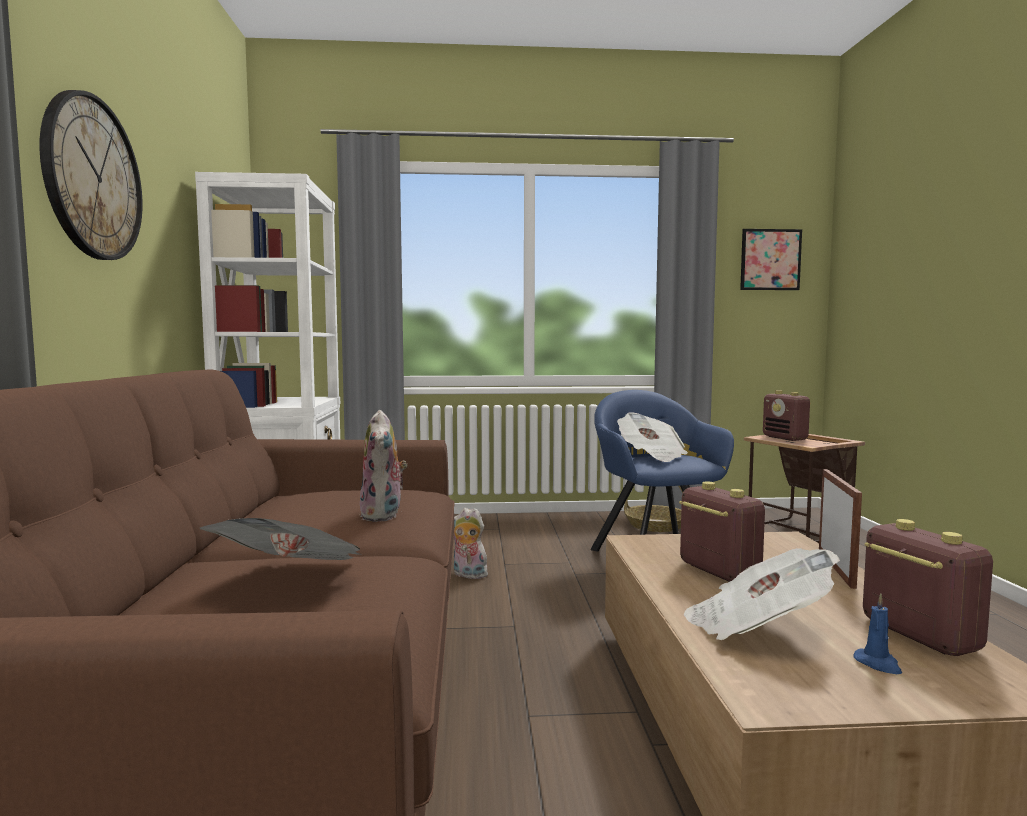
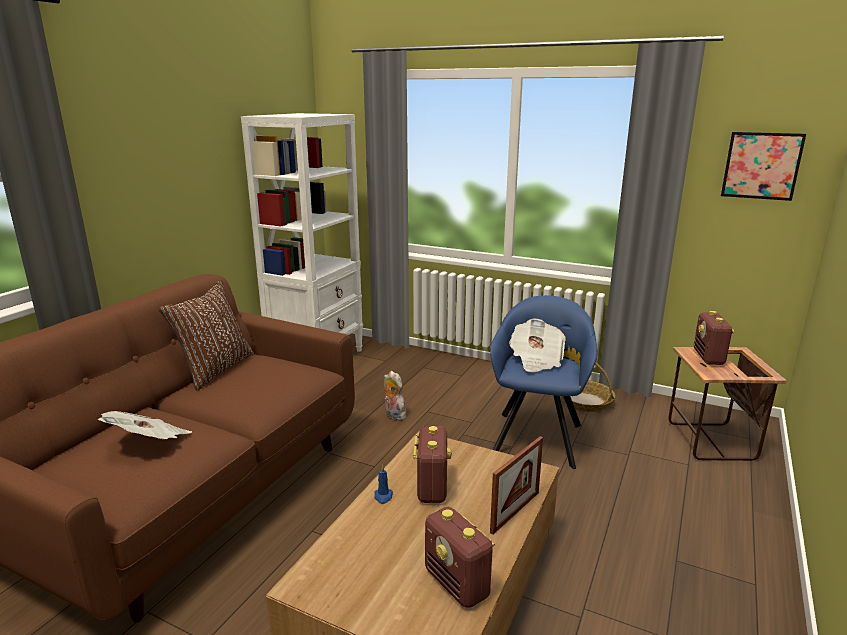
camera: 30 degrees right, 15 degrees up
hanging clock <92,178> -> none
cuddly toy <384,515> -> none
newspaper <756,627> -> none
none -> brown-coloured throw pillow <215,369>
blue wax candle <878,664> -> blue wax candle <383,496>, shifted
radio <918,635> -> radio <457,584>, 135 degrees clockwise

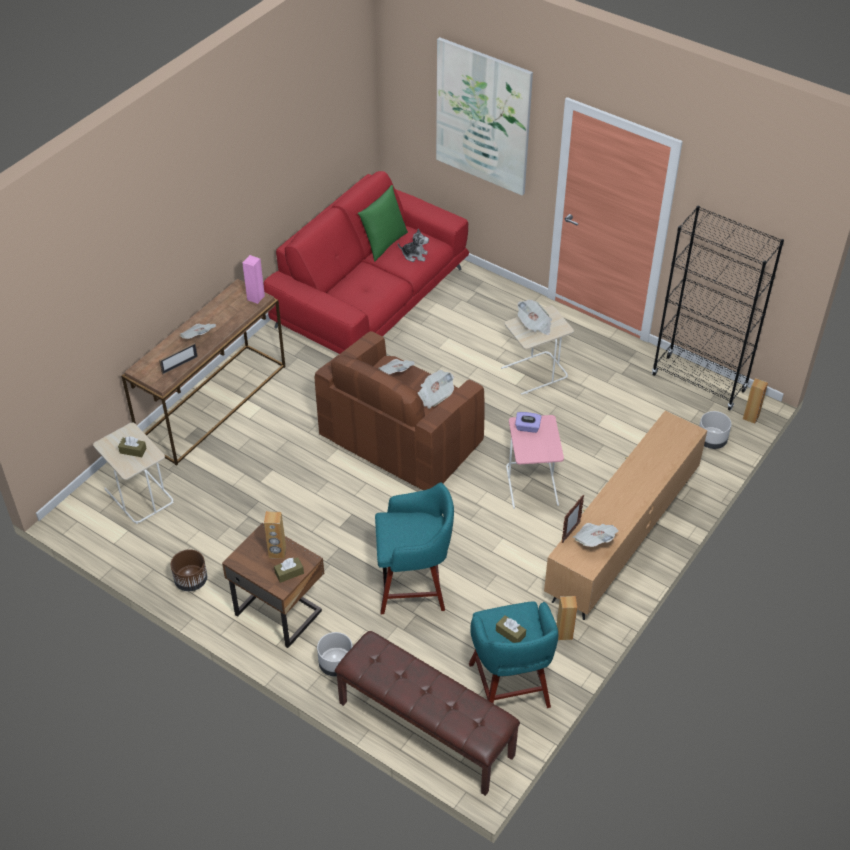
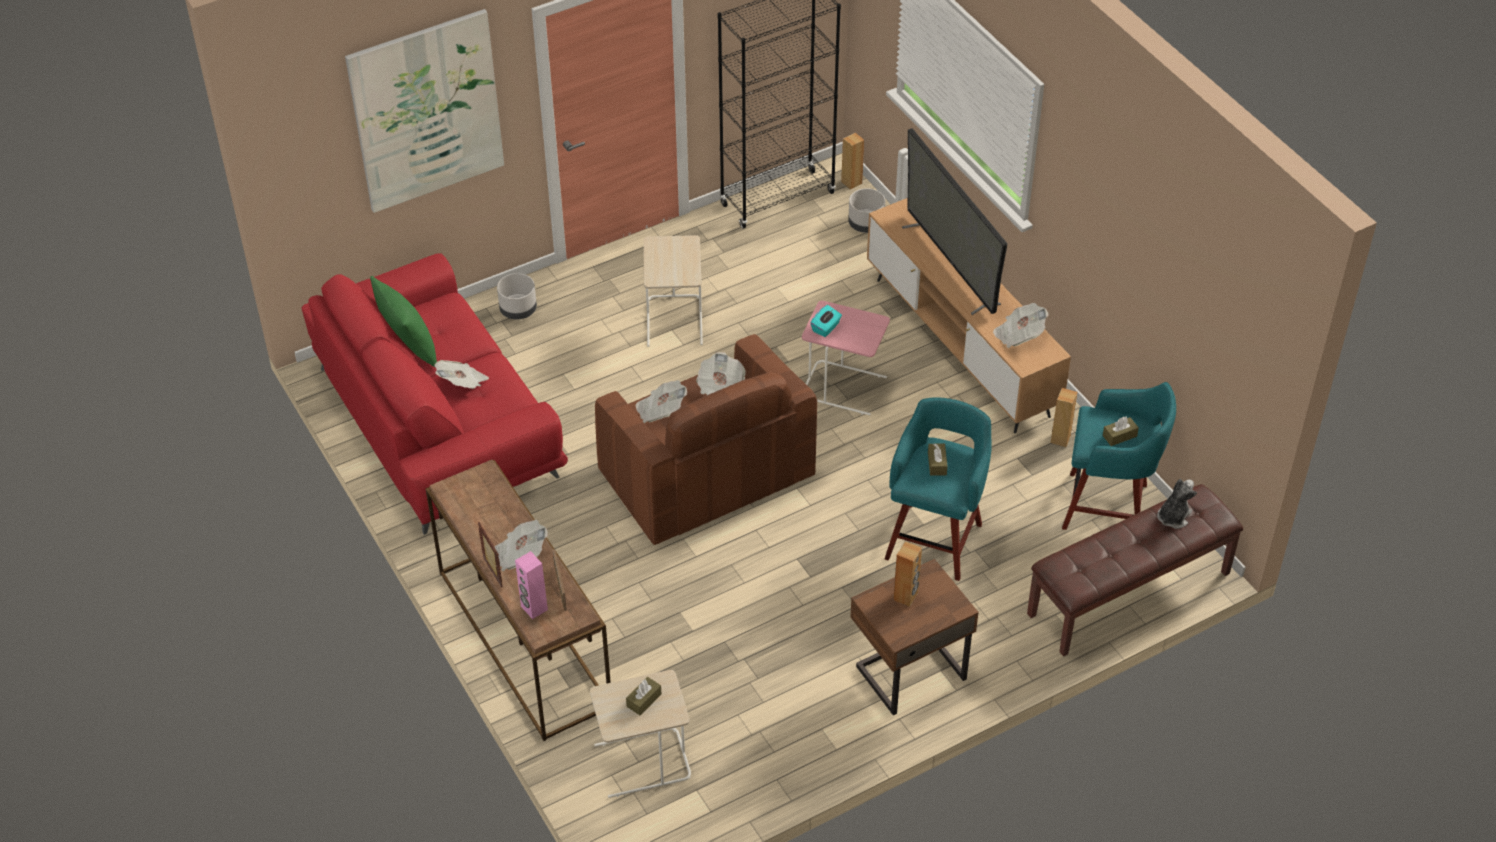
camera: 65 degrees left, 0 degrees up
brown-coloured flower pot <191,581> -> none
none -> TV <950,264>
pinkish loudspeaker <255,297> -> pinkish loudspeaker <534,608>, shifted
brown-coloured box of tissues <289,573> -> brown-coloured box of tissues <937,464>, shifted
greyish flower pot <336,664> -> greyish flower pot <518,310>, shifted
cuddly toy <414,255> -> cuddly toy <1173,517>, shifted
newspaper <534,325> -> newspaper <463,383>, shifted
standing frame <570,533> -> standing frame <492,573>, shifted
purple box of tissues <527,427> -> blue-green box of tissues <826,328>

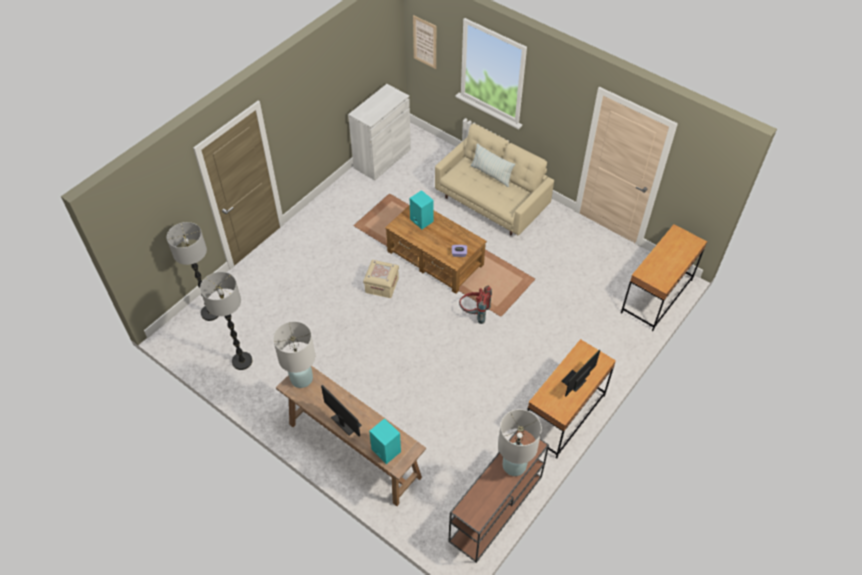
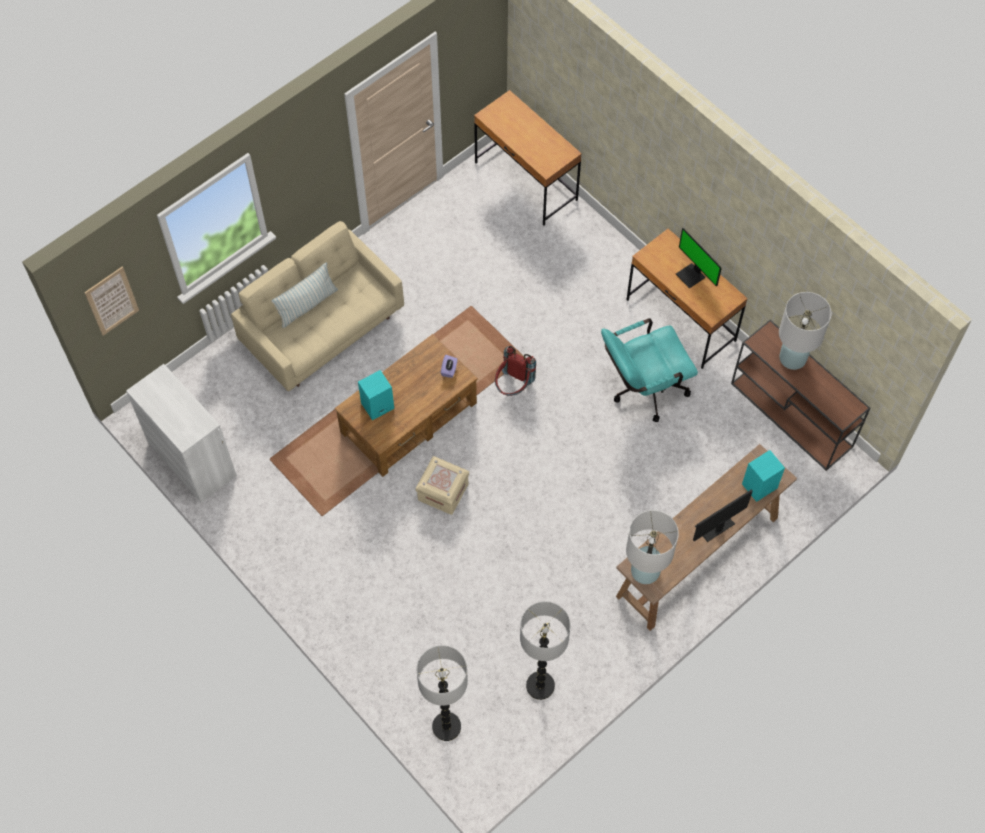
camera: 80 degrees left, 10 degrees up
none -> blue-green computer chair <643,389>

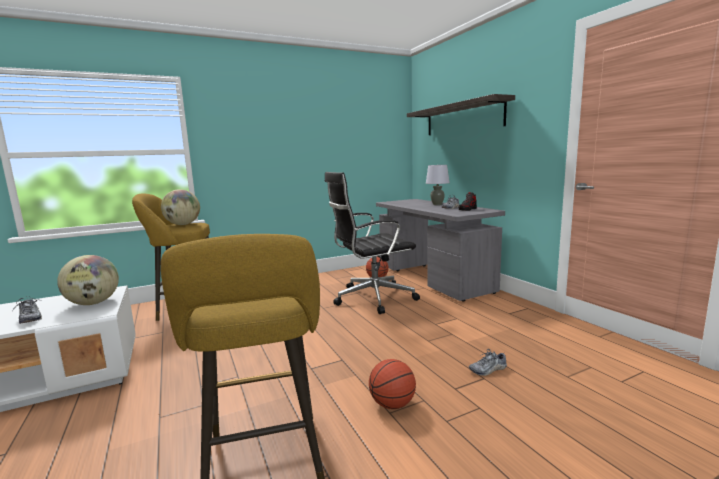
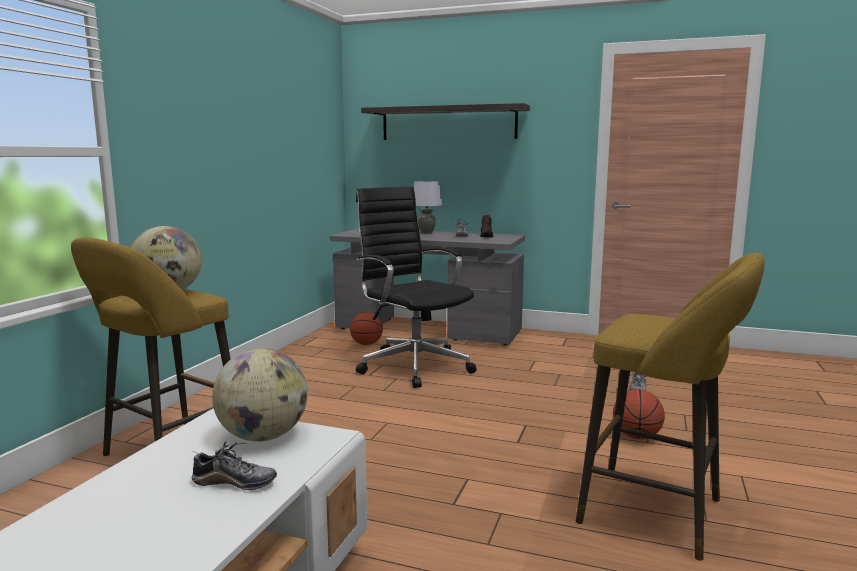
camera: 45 degrees left, 0 degrees up
black-coloured computer chair <372,298> -> black-coloured computer chair <414,365>, 120 degrees clockwise

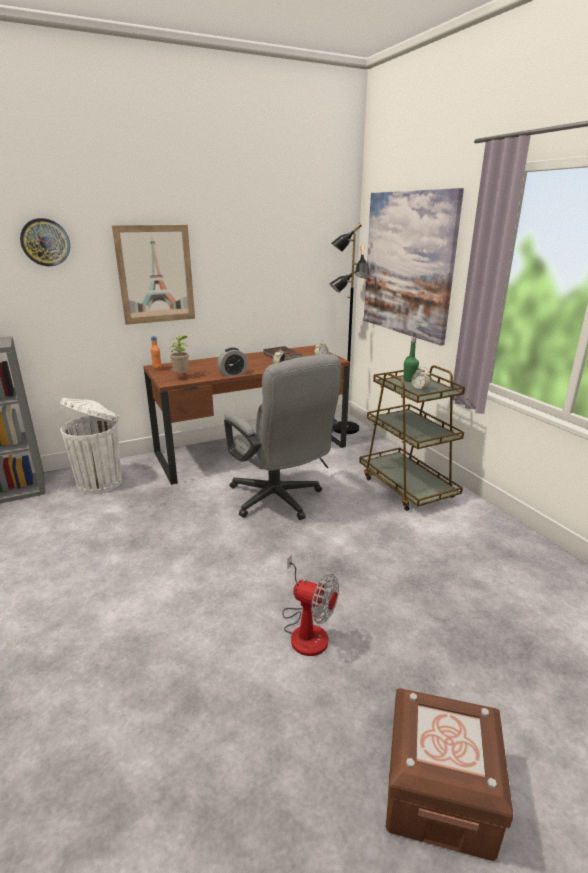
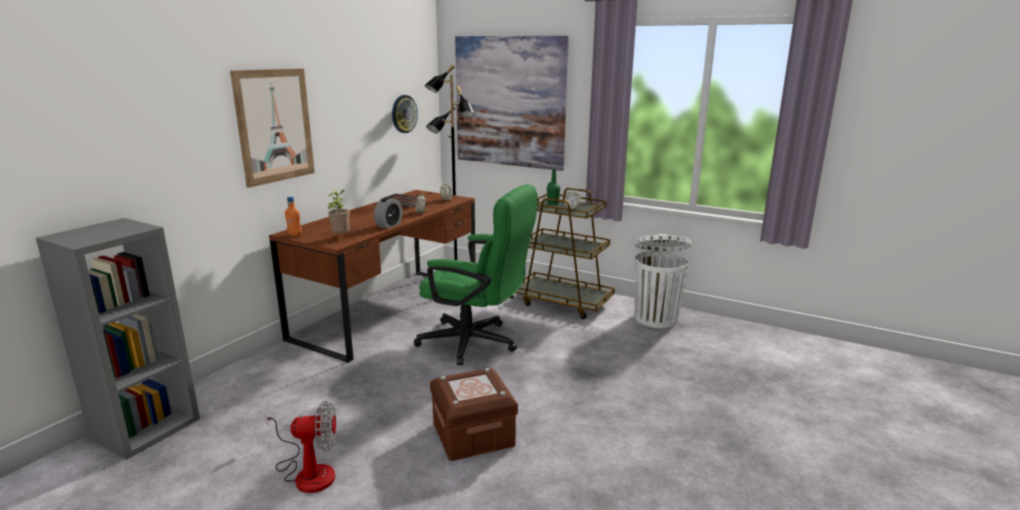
camera: 35 degrees left, 5 degrees down
hanging clock <45,242> -> hanging clock <404,114>, shifted
white waste bin <101,482> -> white waste bin <655,318>, shifted
cooling fan <306,629> -> cooling fan <308,472>, shifted
brown-coloured storage container <439,792> -> brown-coloured storage container <473,434>, shifted
greyish computer chair <280,501> -> green-coloured computer chair <476,343>

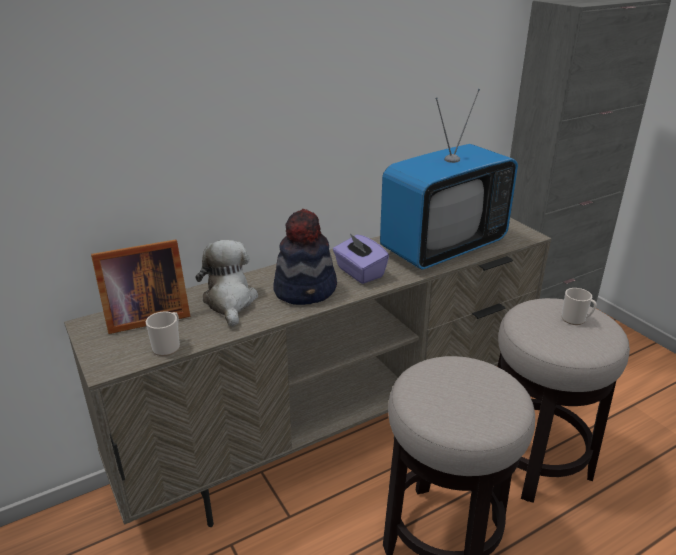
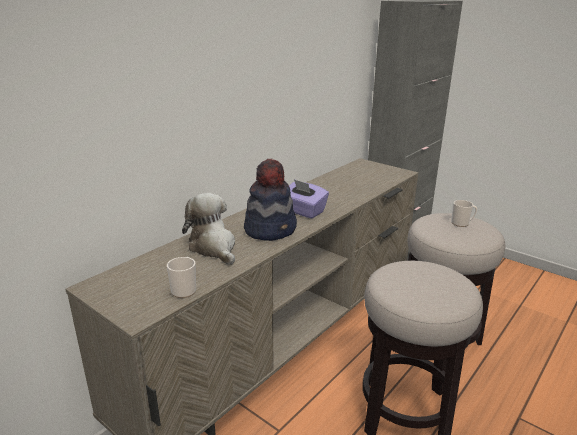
camera: 20 degrees left, 5 degrees down
standing frame <144,316> -> none
TV <443,248> -> none

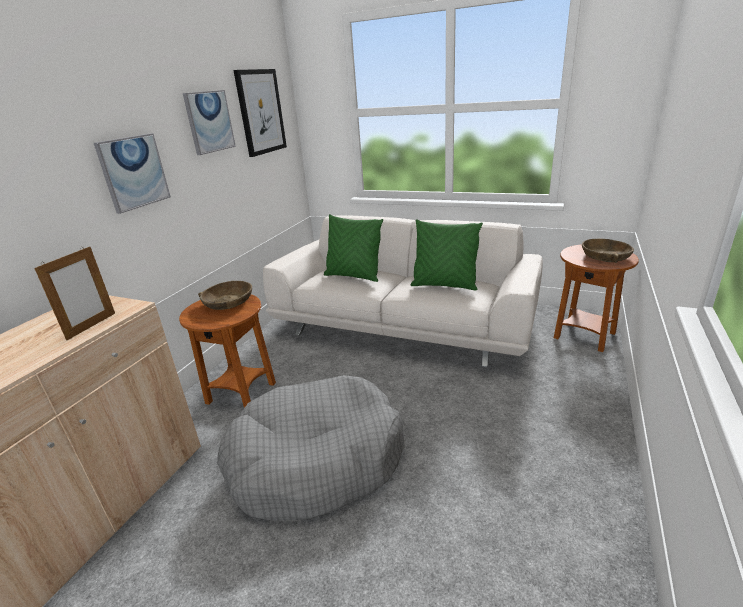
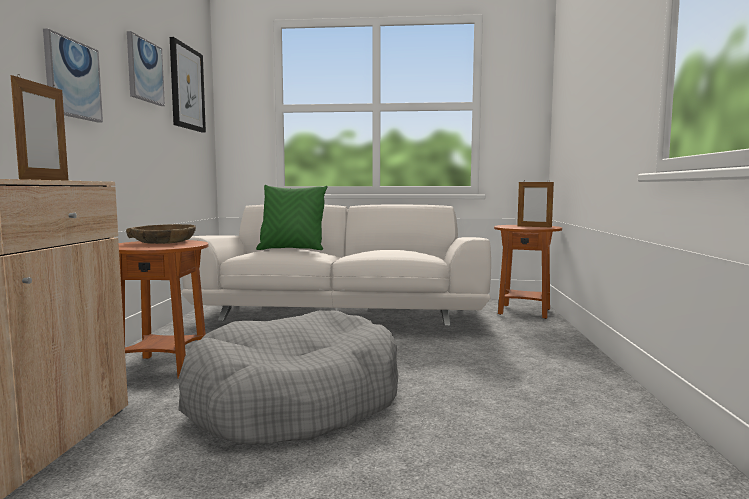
camera: 20 degrees left, 20 degrees down
green-coloured throw pillow <444,285> -> none
brown-coloured serving bowl <605,257> -> standing frame <534,226>

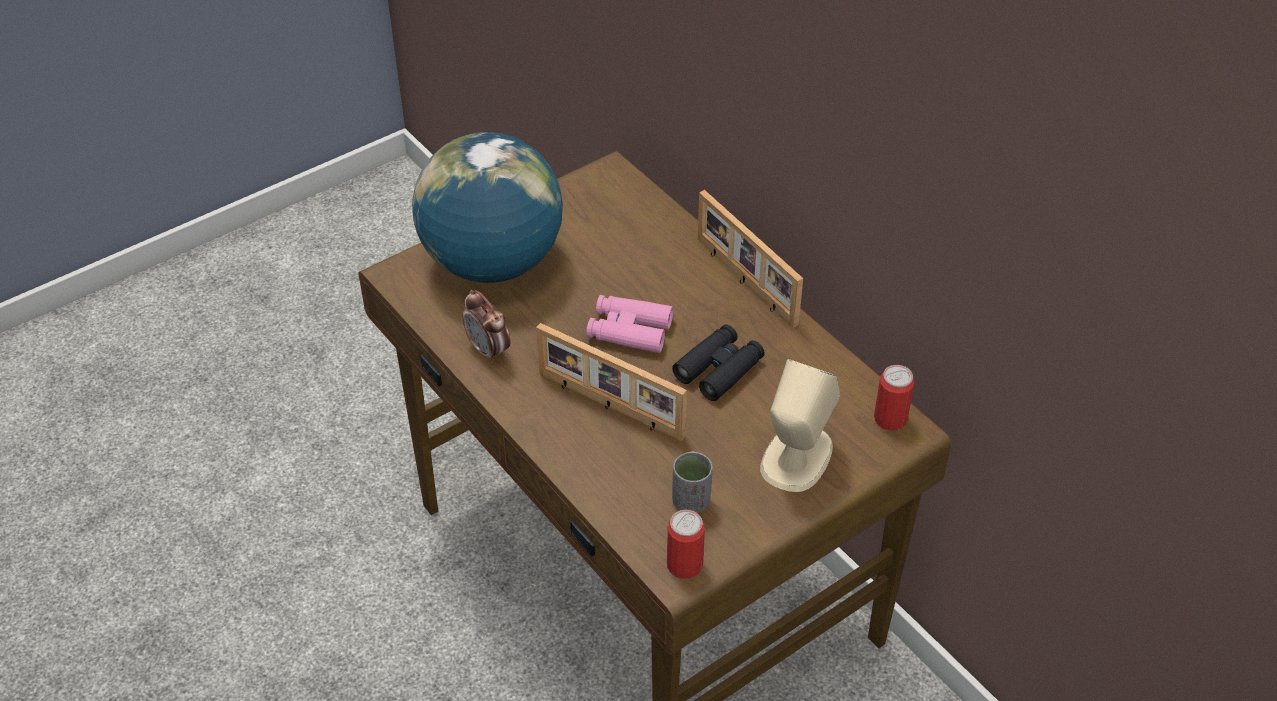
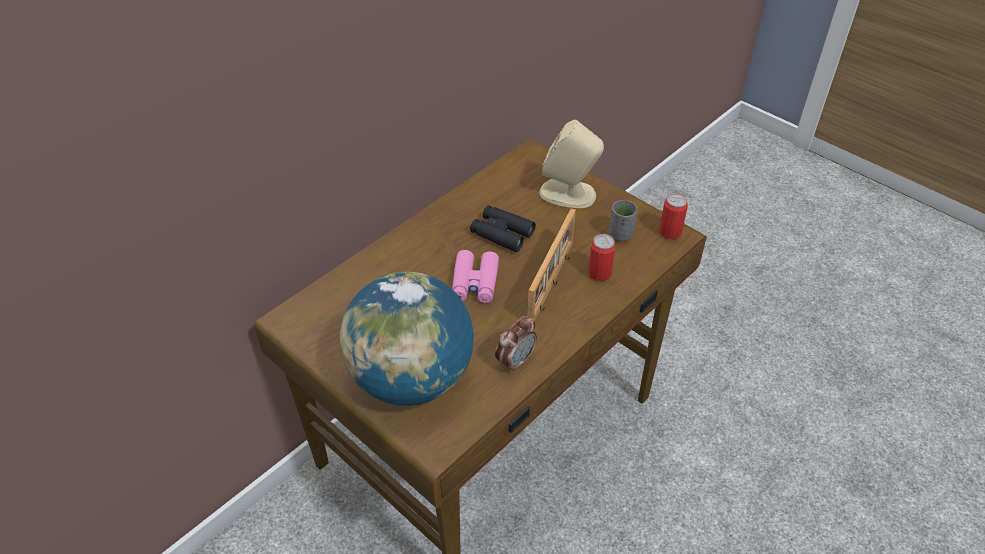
camera: 100 degrees left, 0 degrees up
standing frame <744,282> -> none
sealed can <890,419> -> sealed can <599,273>, shifted

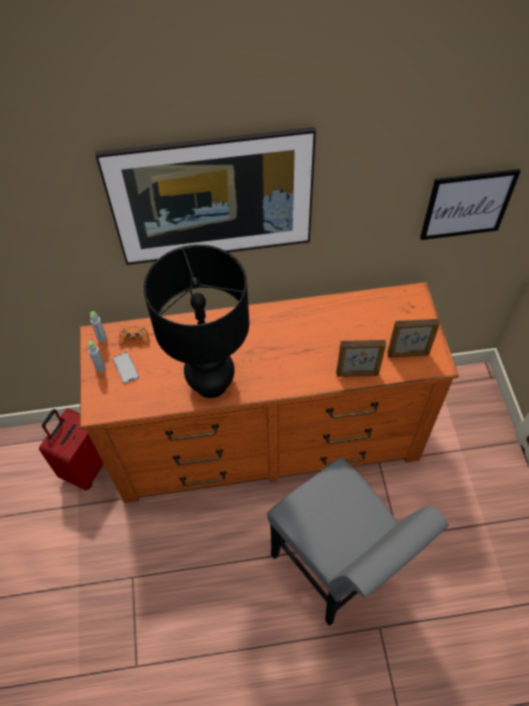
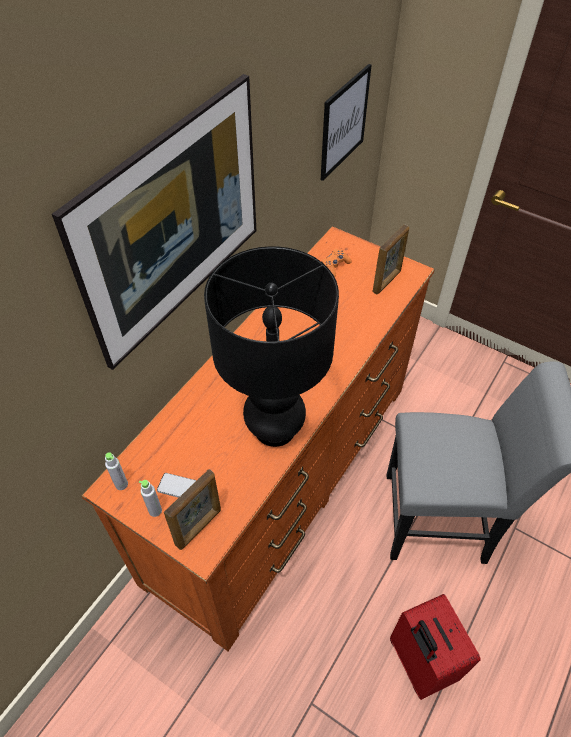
camera: 50 degrees left, 5 degrees down
red suitcase <86,466> -> red suitcase <419,661>, shifted
orange-coloured gamepad <135,338> -> orange-coloured gamepad <335,266>, shifted
standing frame <357,374> -> standing frame <199,527>, shifted

